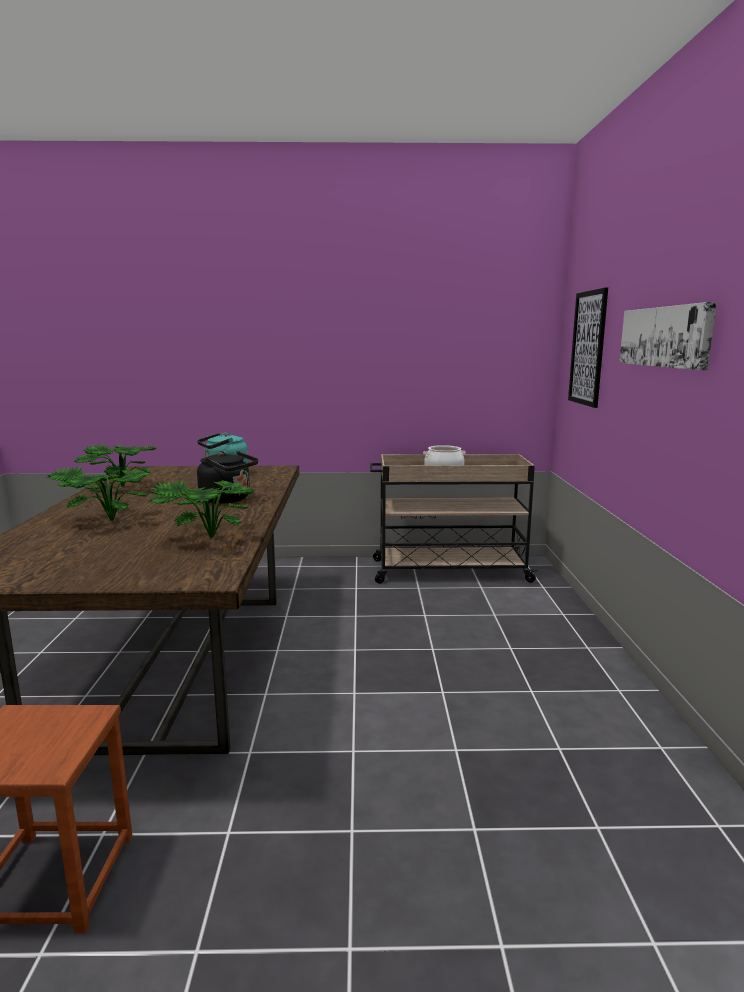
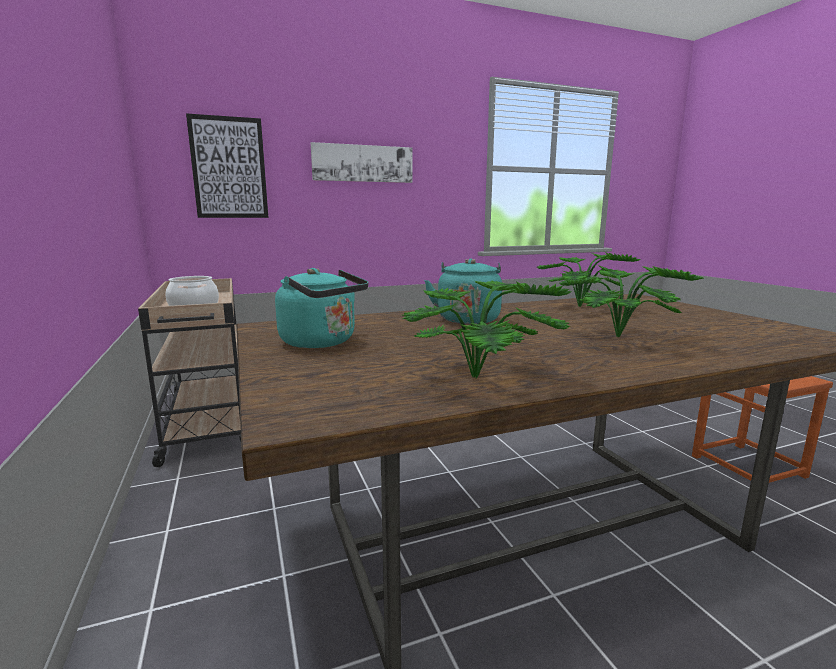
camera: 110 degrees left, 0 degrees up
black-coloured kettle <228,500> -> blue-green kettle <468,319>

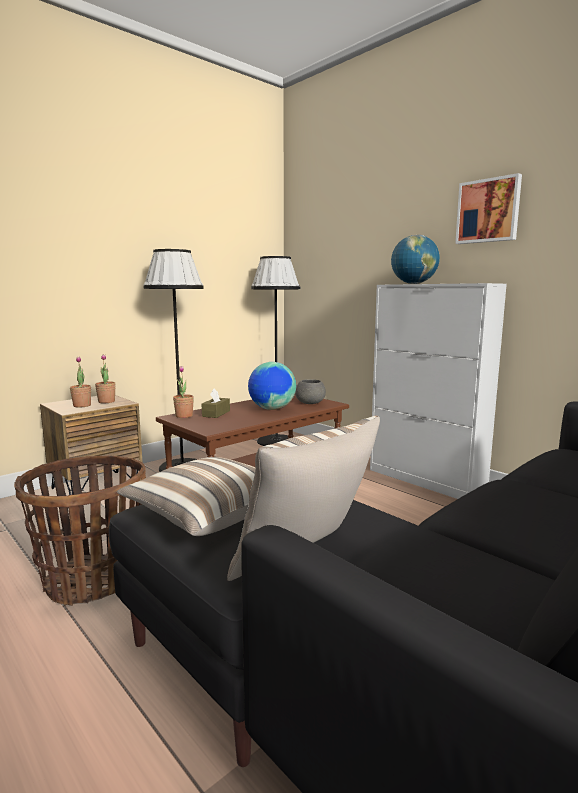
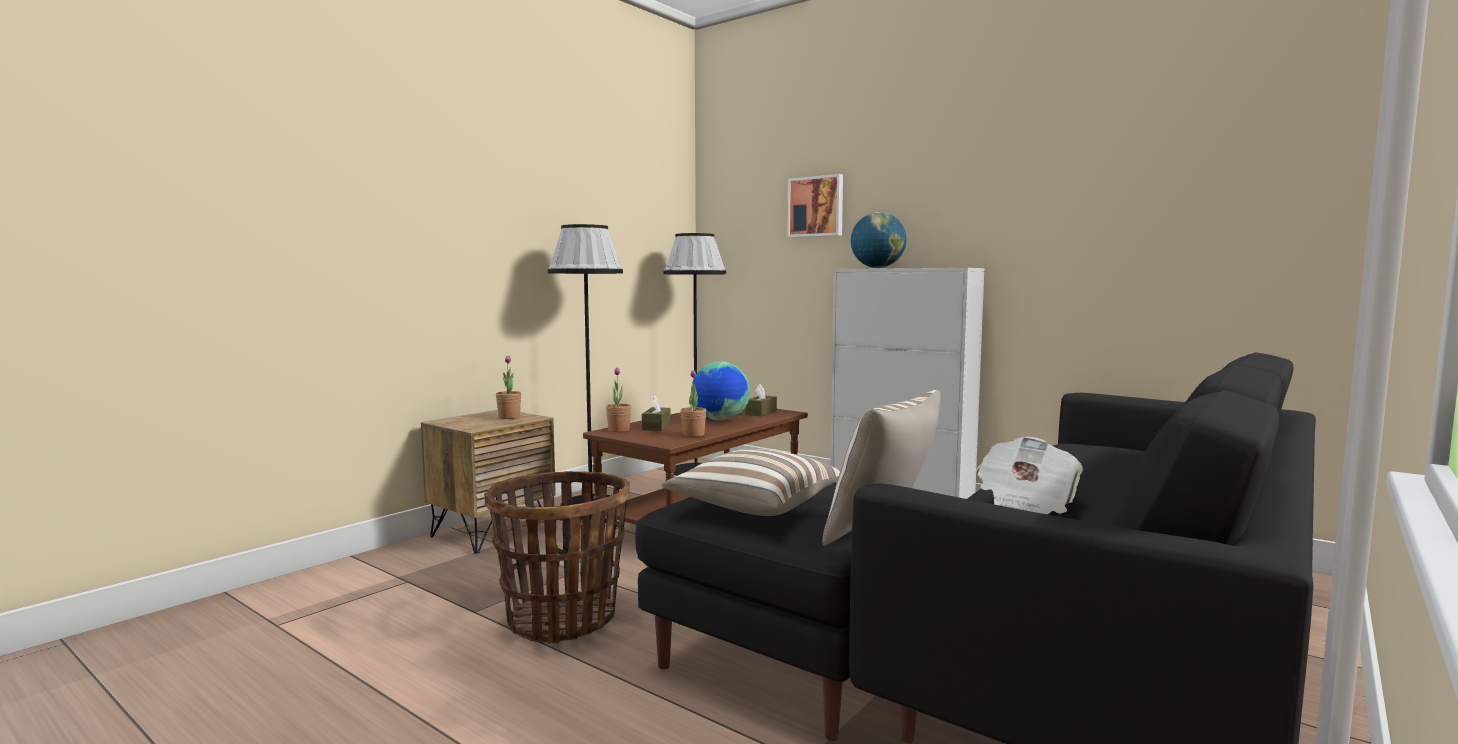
camera: 10 degrees left, 5 degrees down
none -> newspaper <1025,504>
plant in a pot <82,405> -> plant in a pot <693,435>, shifted
picture <488,211> -> picture <816,207>, shifted
greyish serving bowl <310,403> -> brown-coloured box of tissues <761,412>

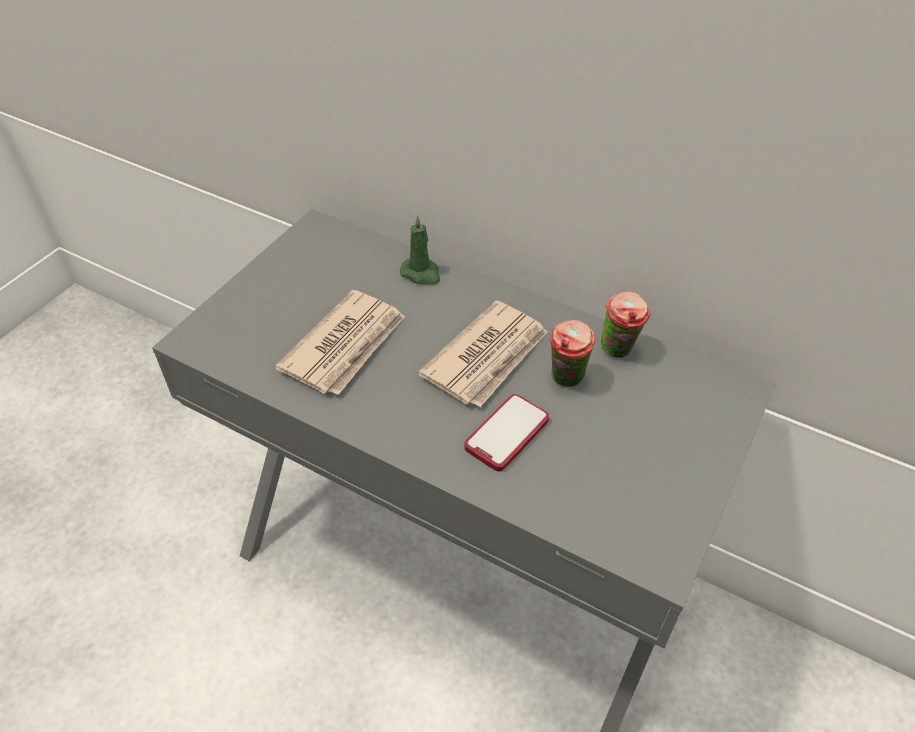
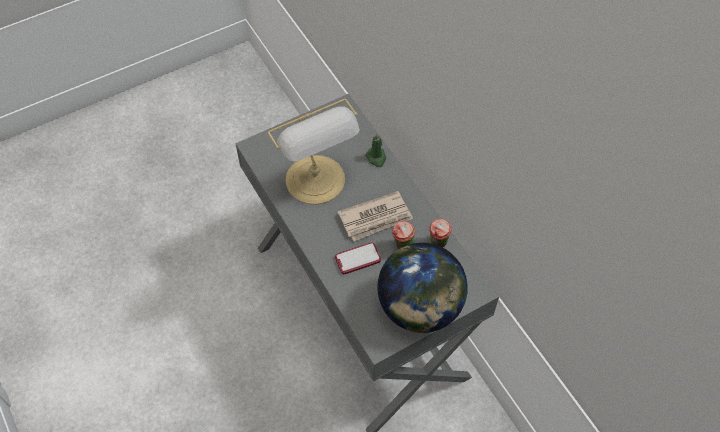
camera: 30 degrees right, 10 degrees up
none -> world globe <419,308>
newspaper <346,346> -> tabletop lamp <317,182>

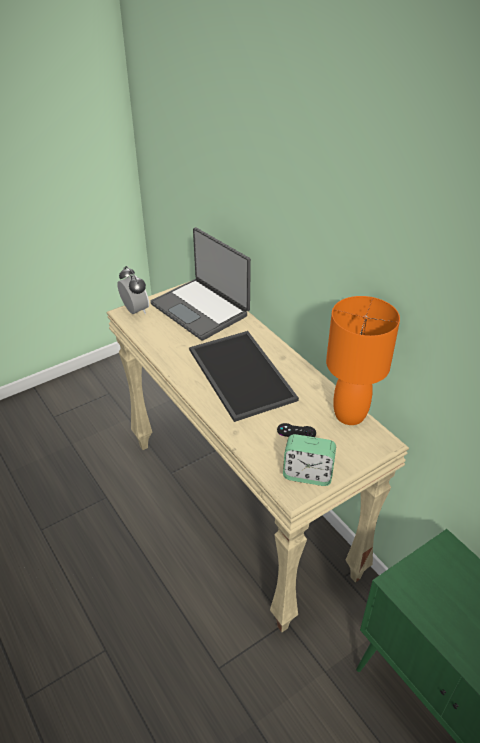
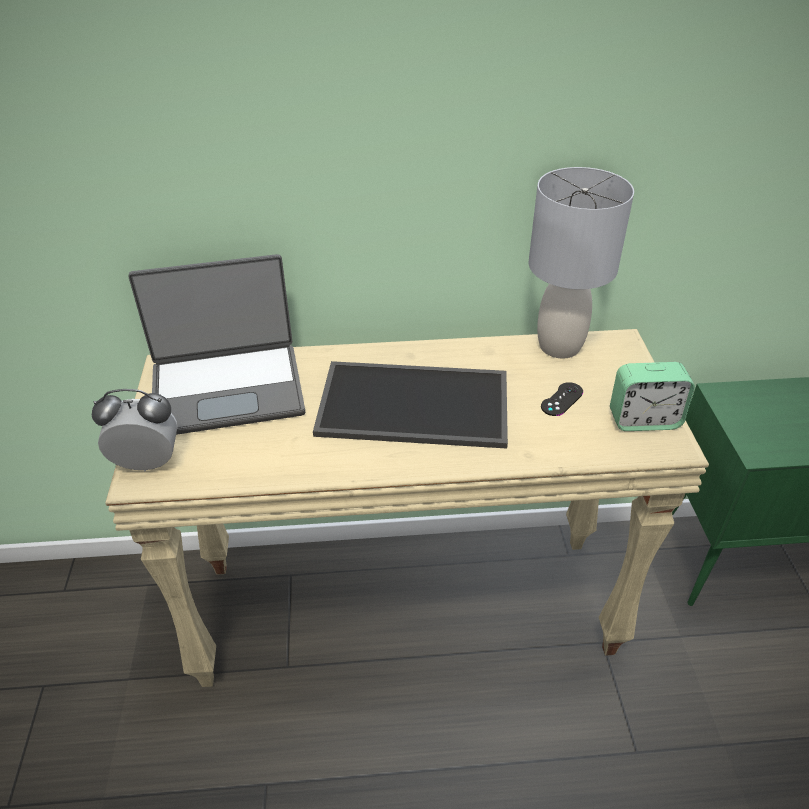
camera: 60 degrees left, 0 degrees up
orange-coloured tabletop lamp <350,415> -> greyish tabletop lamp <560,346>
table clock <307,474> -> table clock <644,420>, 45 degrees clockwise

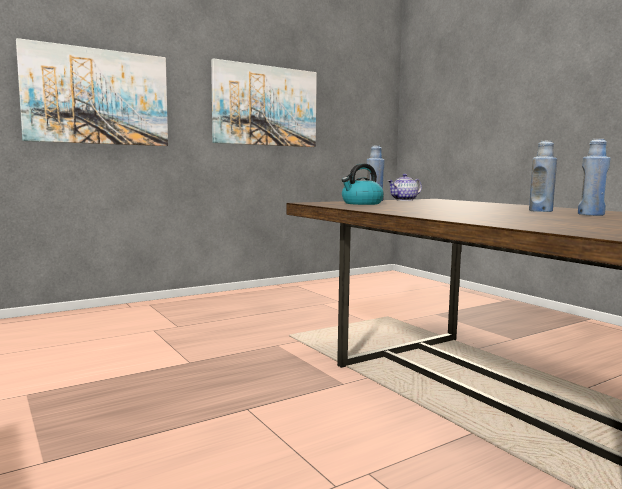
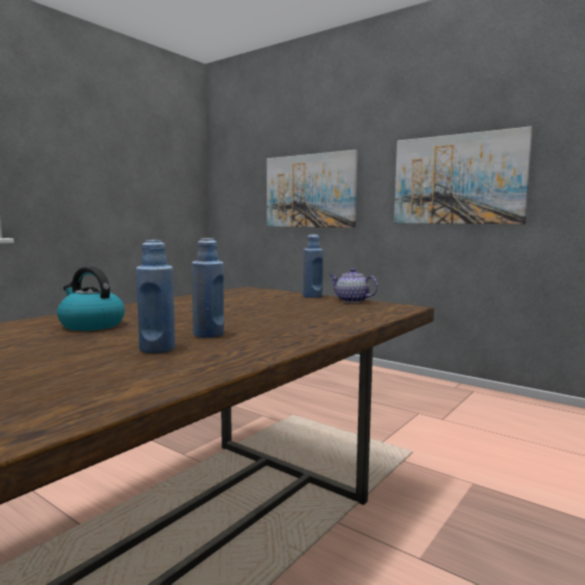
camera: 70 degrees right, 0 degrees up
kettle <361,203> -> kettle <91,325>, shifted

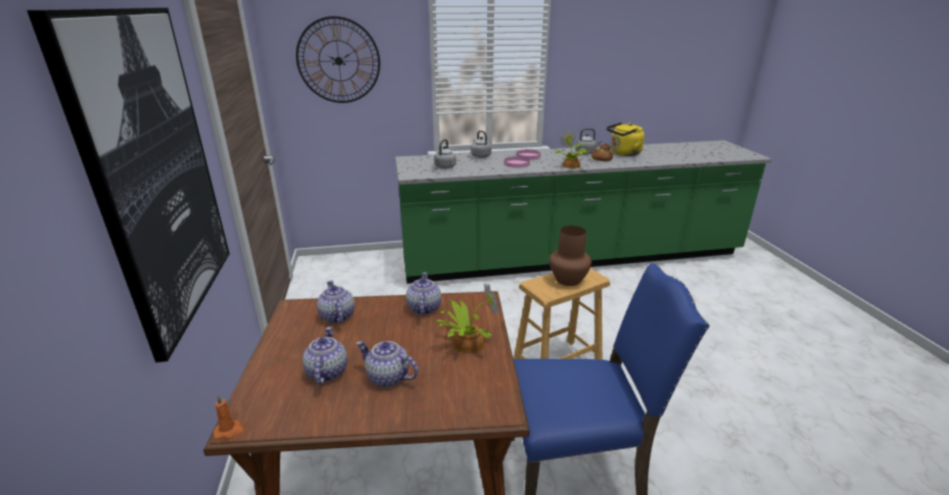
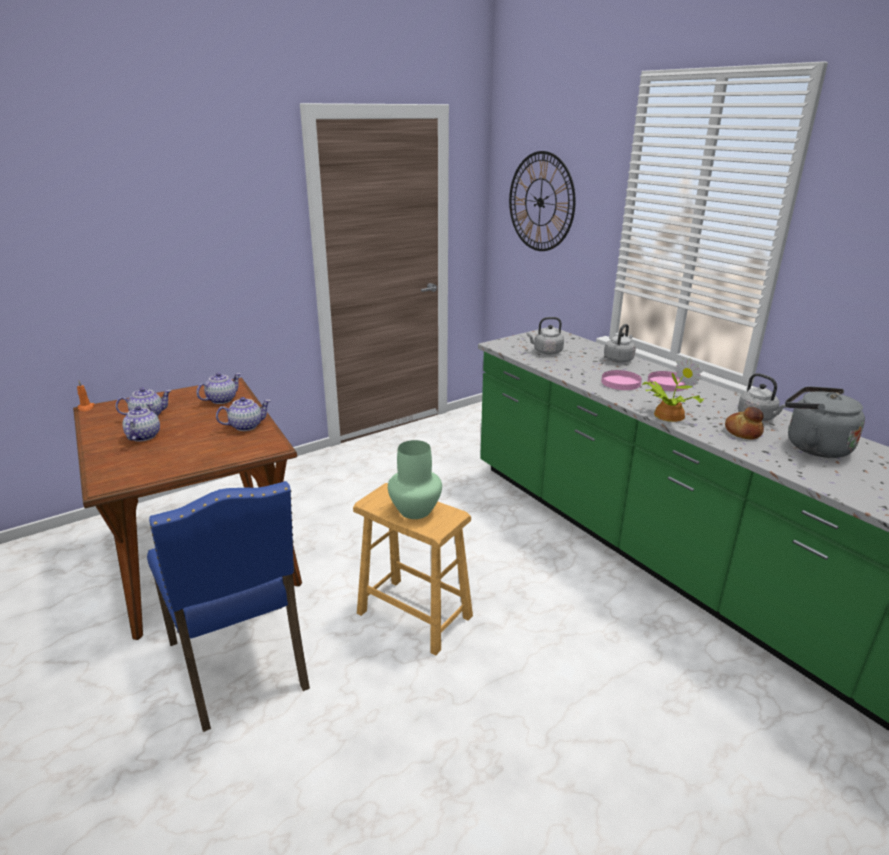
camera: 65 degrees right, 0 degrees up
picture <156,173> -> none
plant in a pot <466,342> -> none
brown-coloured vase <568,280> -> green-coloured vase <414,510>
yellowish kettle <623,153> -> greyish kettle <813,446>

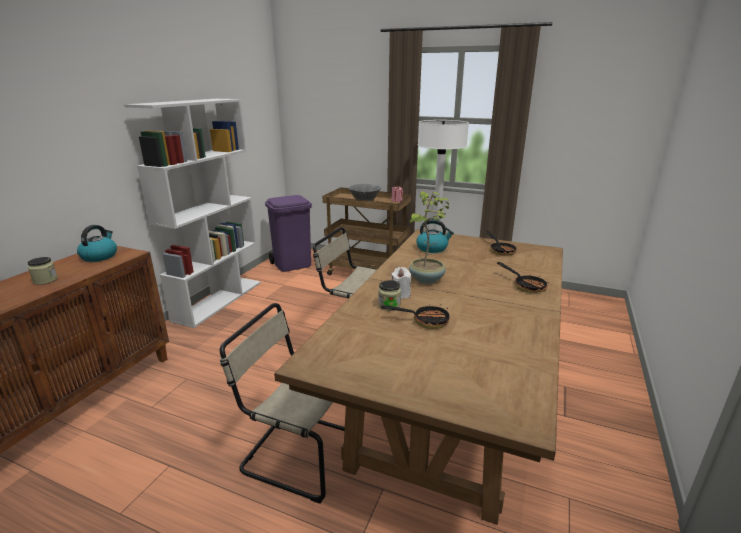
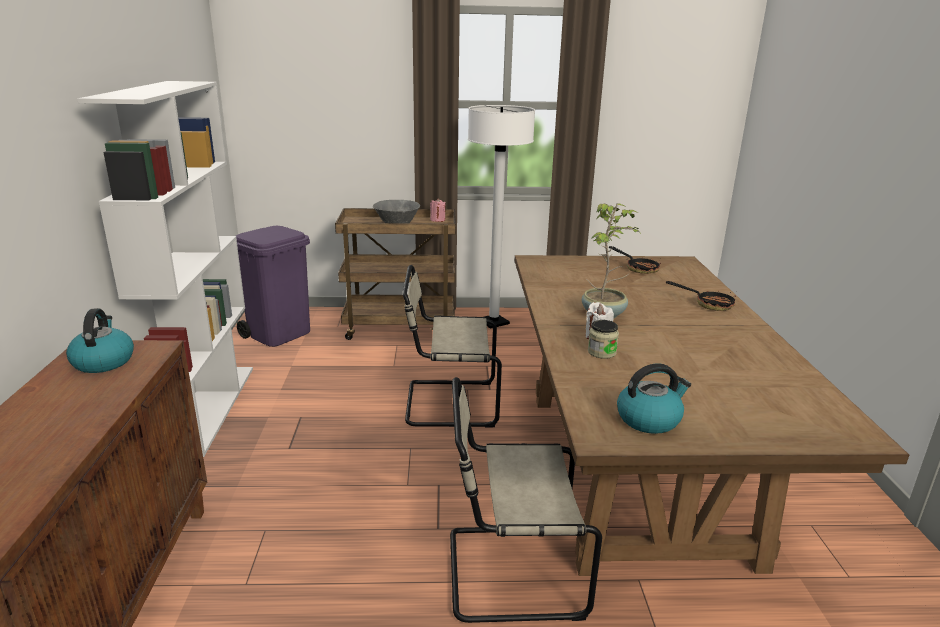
camera: 25 degrees left, 0 degrees up
storage jar <45,280> -> none
pan <425,321> -> none
kettle <432,248> -> kettle <649,419>, shifted

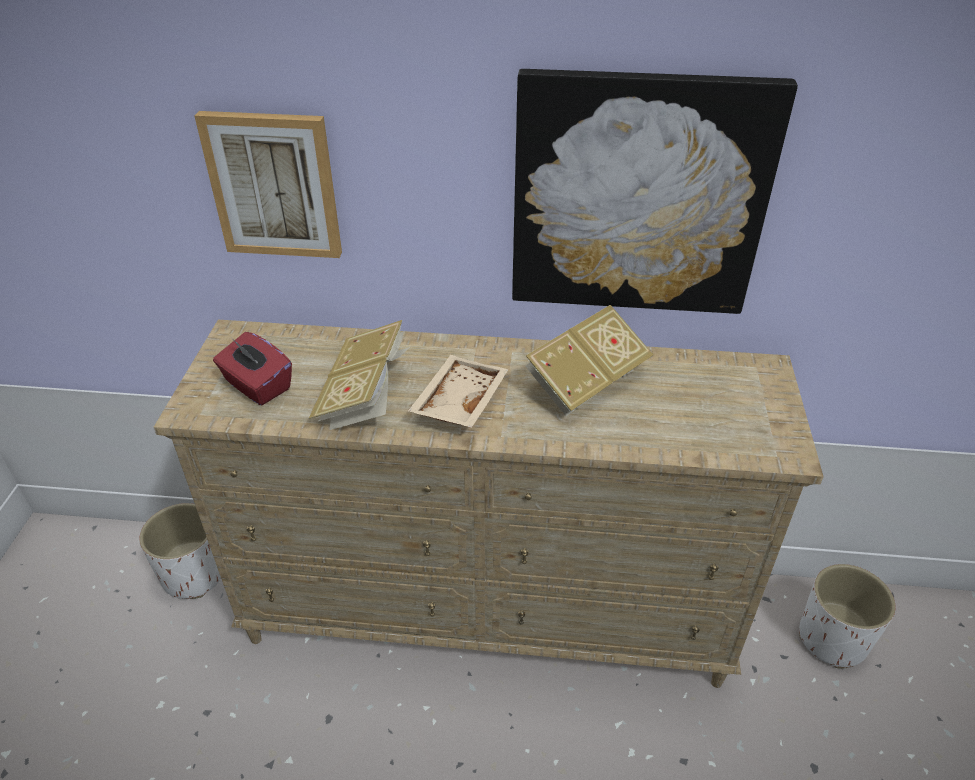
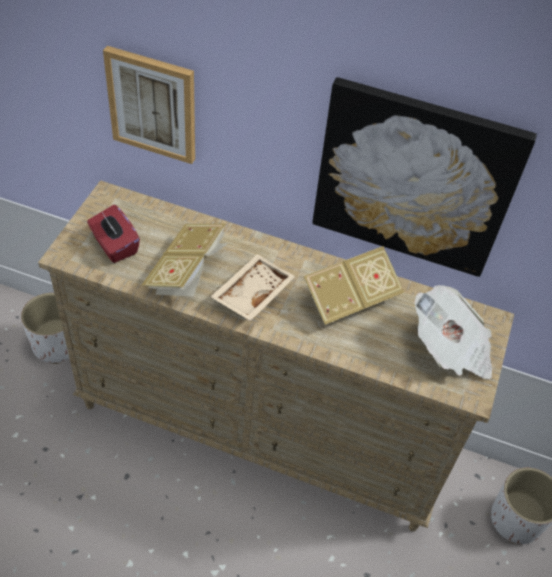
camera: 10 degrees right, 10 degrees up
none -> newspaper <450,349>

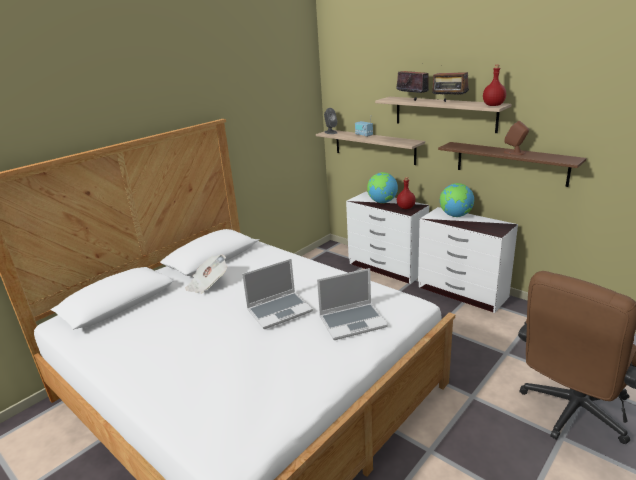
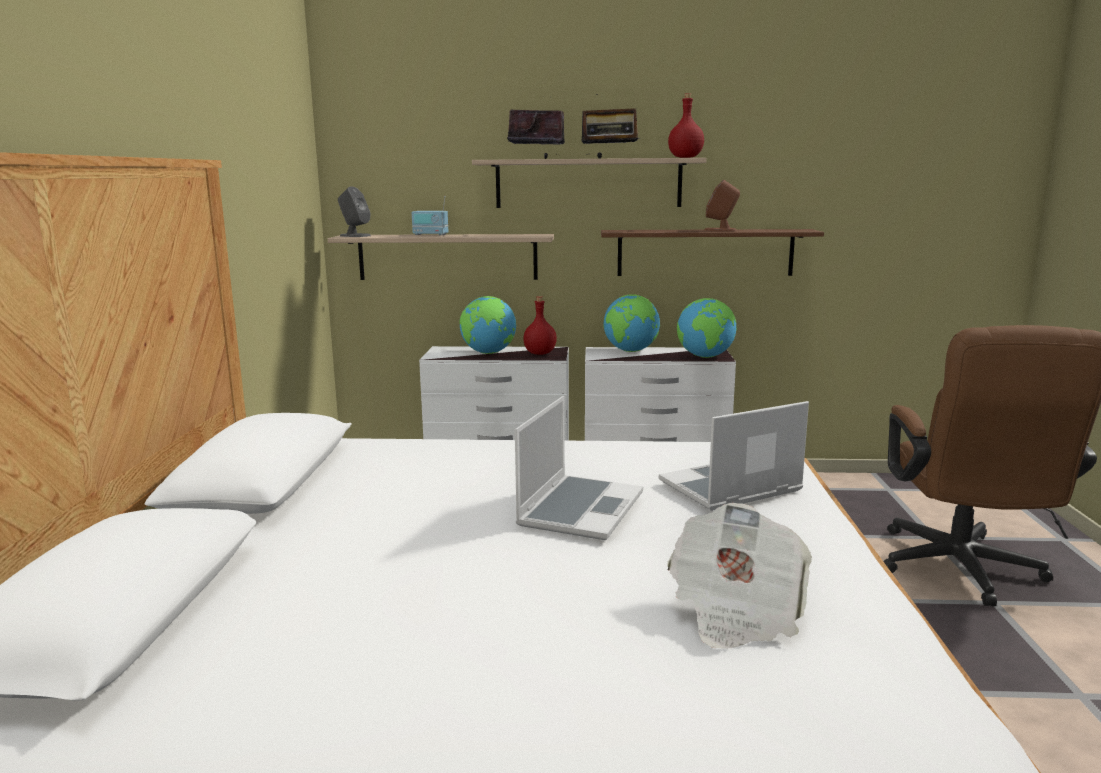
camera: 40 degrees left, 10 degrees down
none -> world globe <705,357>
newspaper <208,284> -> newspaper <735,610>, shifted
laptop <353,321> -> laptop <729,487>, 150 degrees counterclockwise

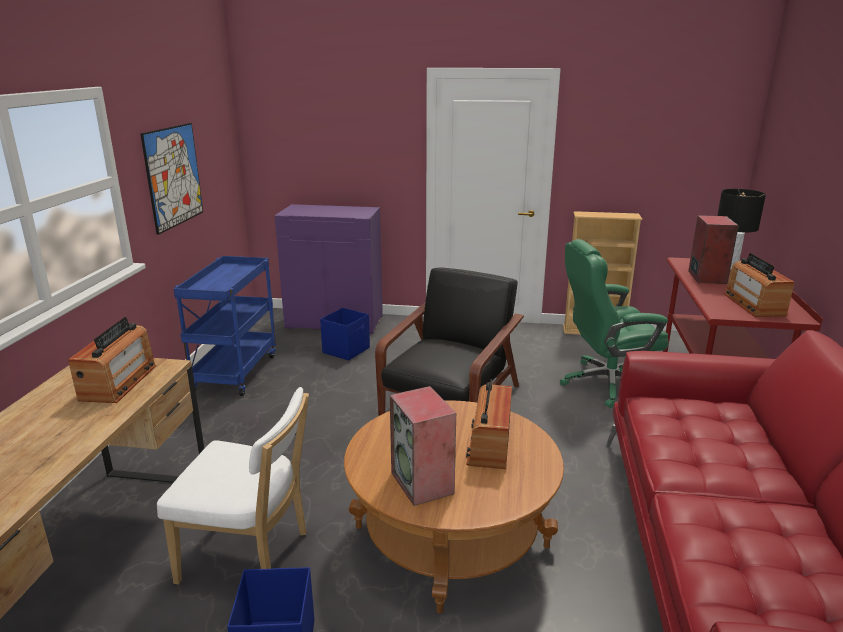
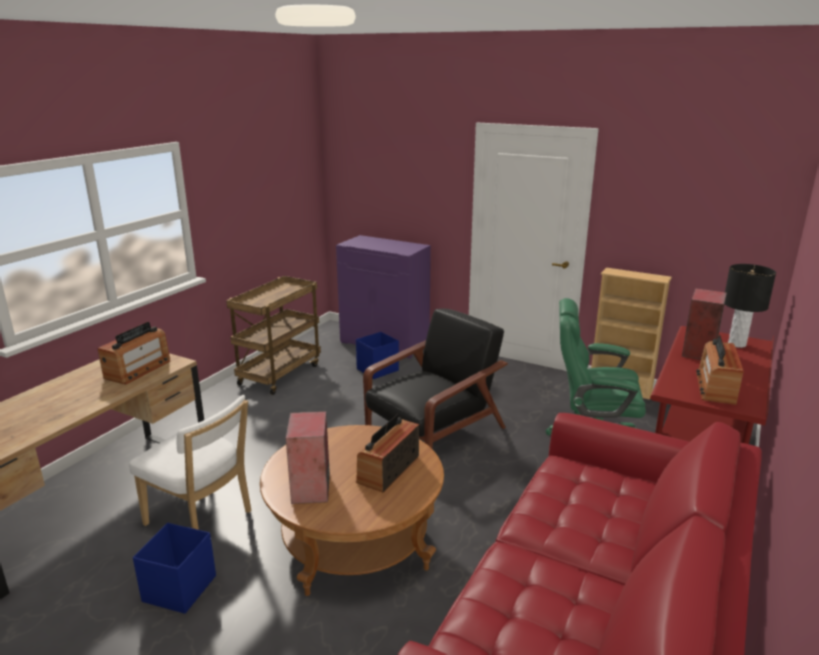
camera: 20 degrees right, 0 degrees up
picture <173,176> -> none
blue cart <235,372> -> brown-coloured cart <279,374>

